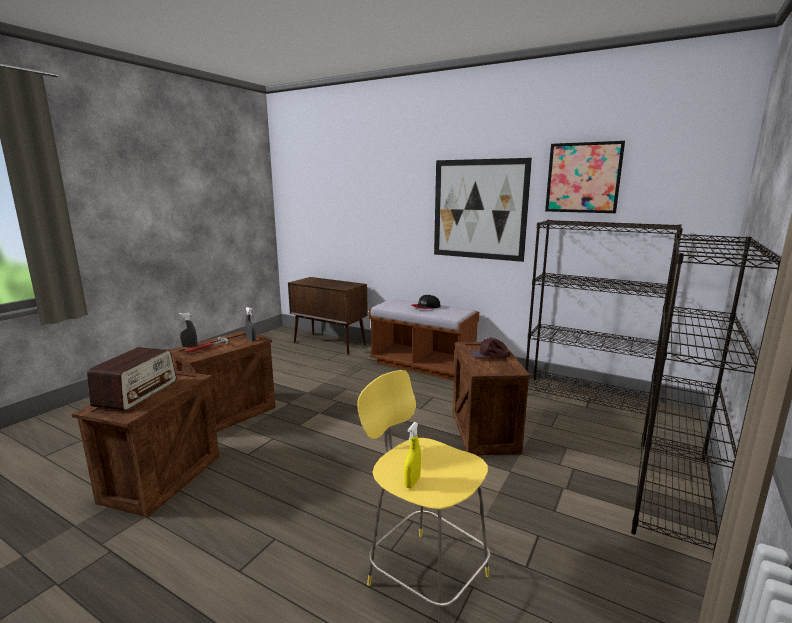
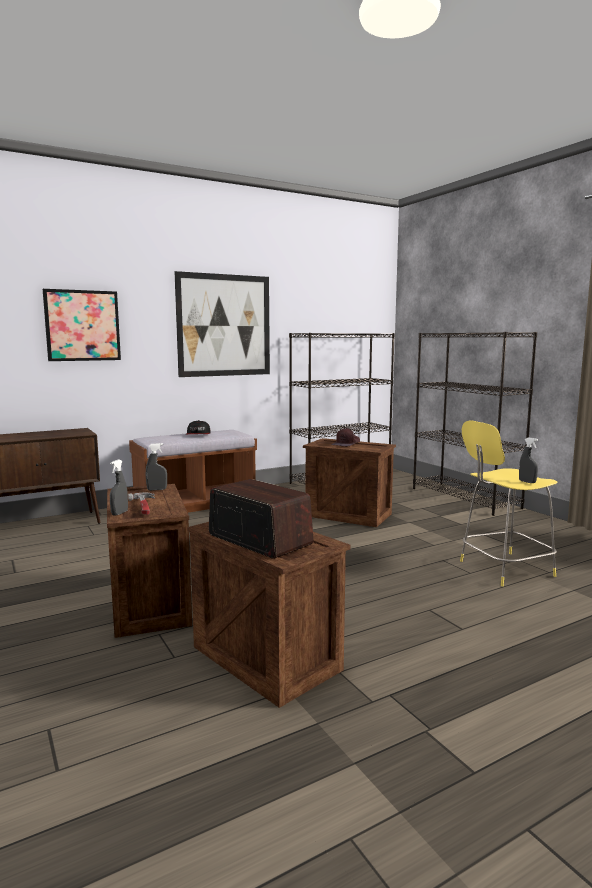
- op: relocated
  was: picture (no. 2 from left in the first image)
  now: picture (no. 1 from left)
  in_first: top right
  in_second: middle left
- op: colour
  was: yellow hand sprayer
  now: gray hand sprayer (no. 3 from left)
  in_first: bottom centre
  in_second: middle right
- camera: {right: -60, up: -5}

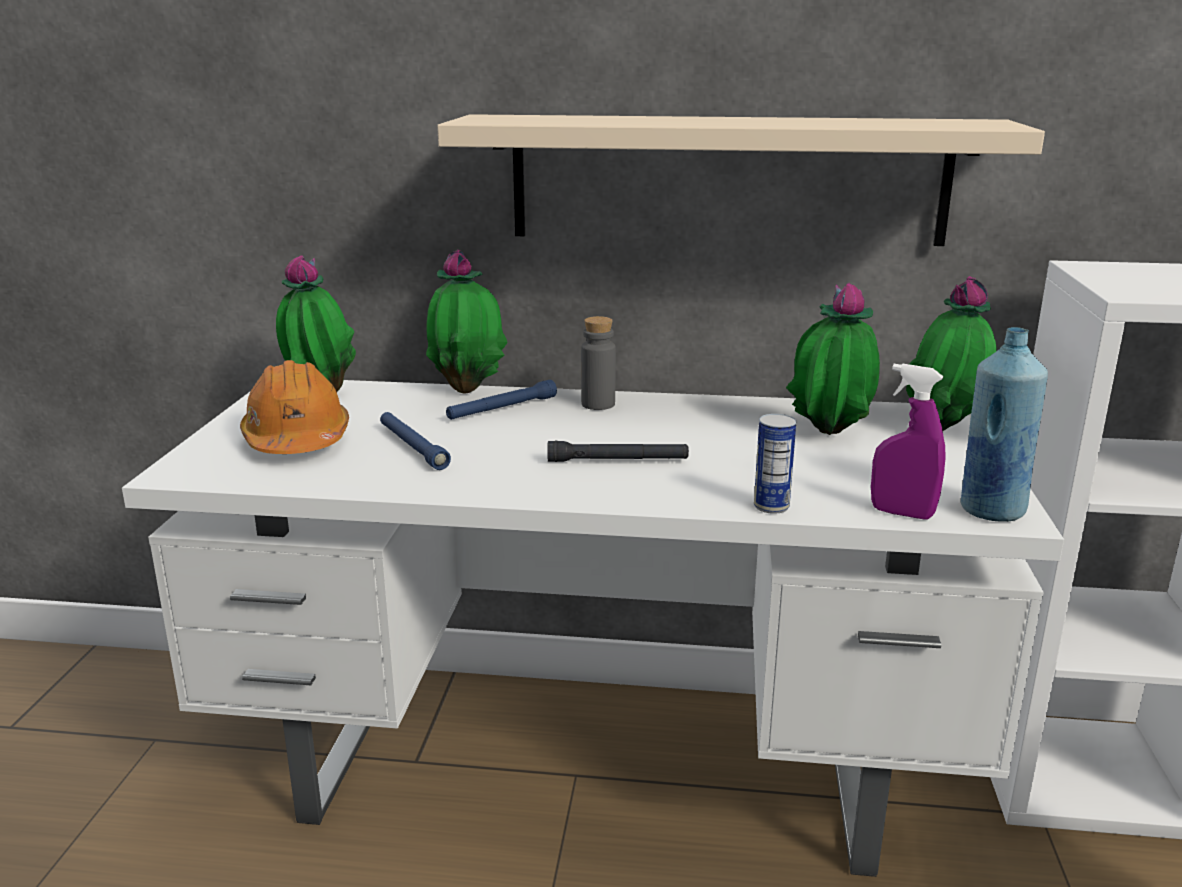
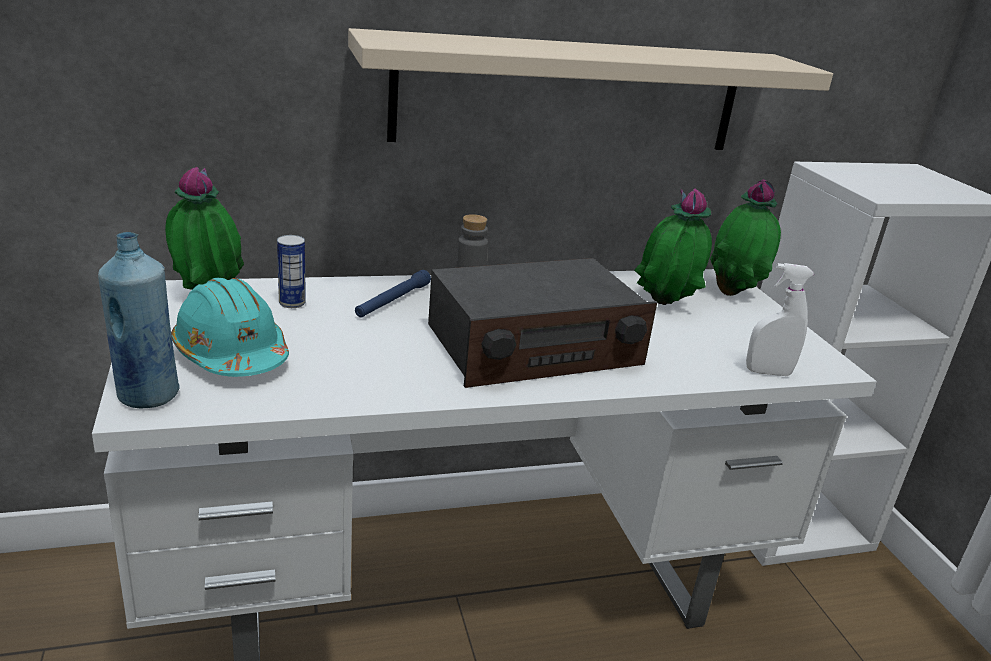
- op: missing
  was: potted plant (no. 2 from left)
  in_first: centre
- op: relocated
  was: blue beverage bottle
  in_first: middle right
  in_second: middle left
- op: colour
  was: orange-coloured hard hat
  now: turquoise-coloured hard hat
  in_first: middle left
  in_second: middle left
- op: colour
  was: purple-coloured hand sprayer
  now: white hand sprayer
  in_first: middle right
  in_second: middle right
- op: missing
  was: blue torch (no. 1 from left)
  in_first: centre
- op: relocated
  was: metal can
  in_first: centre
  in_second: middle left
- op: exchanged
  was: black torch
  now: radio set
  in_first: centre
  in_second: centre
- camera: {right: -25, up: 5}

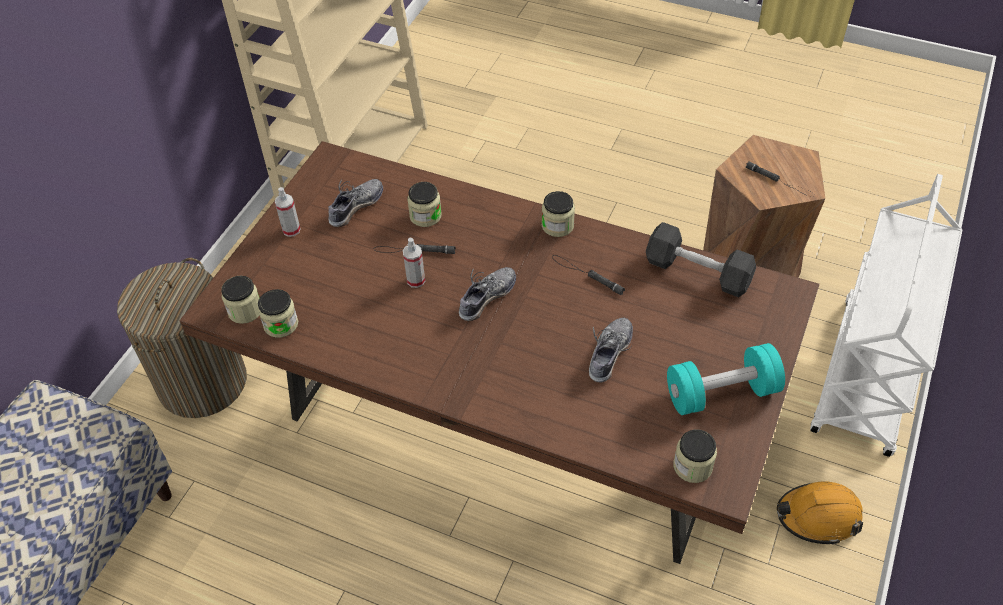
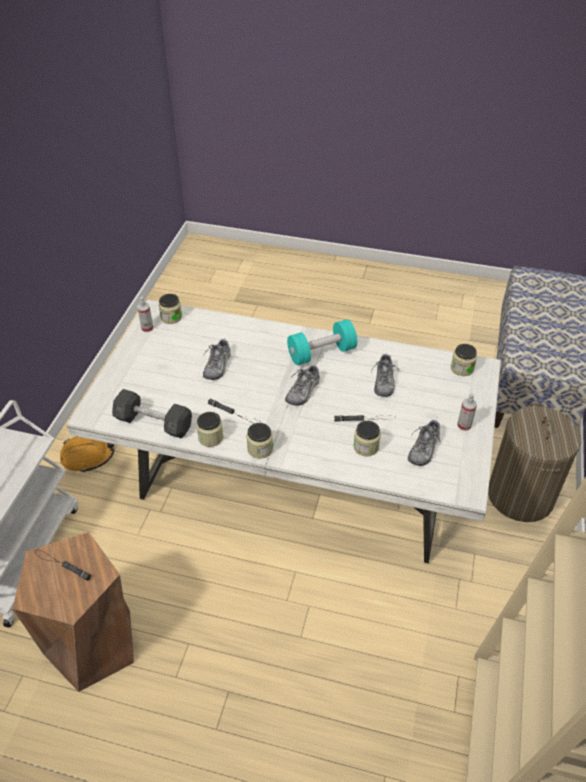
- op: colour
  was: brownish kitchen table
  now: white kitchen table
  in_first: centre
  in_second: centre
- op: relocated
  was: hand sprayer (no. 2 from left in the first image)
  now: hand sprayer (no. 1 from left)
  in_first: centre
  in_second: middle left
- op: relocated
  was: preserve jar (no. 2 from left)
  in_first: middle left
  in_second: centre
- op: relocated
  was: turquoise-coloured hand weight
  in_first: middle right
  in_second: centre
- op: appeared
  now: item of footwear (no. 3 from left)
  in_second: centre
- camera: {right: 170, up: -5}

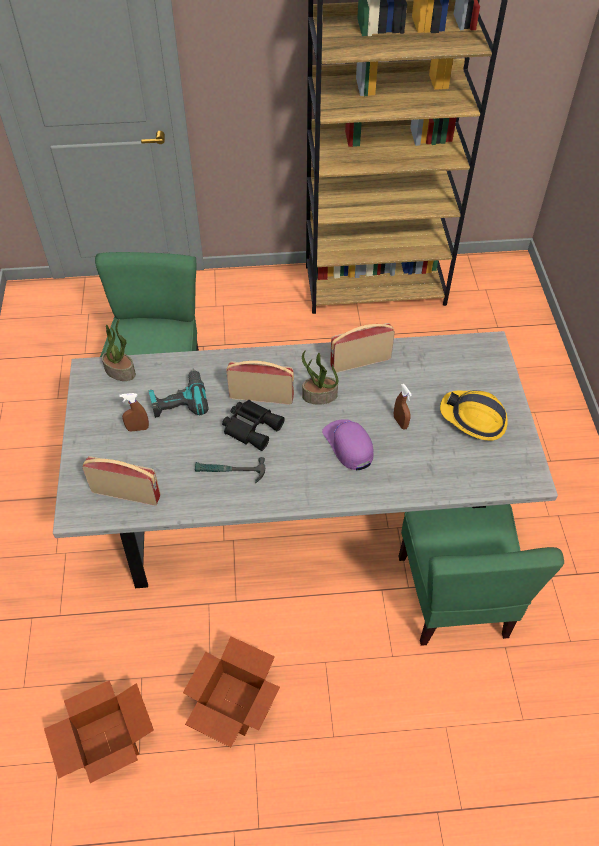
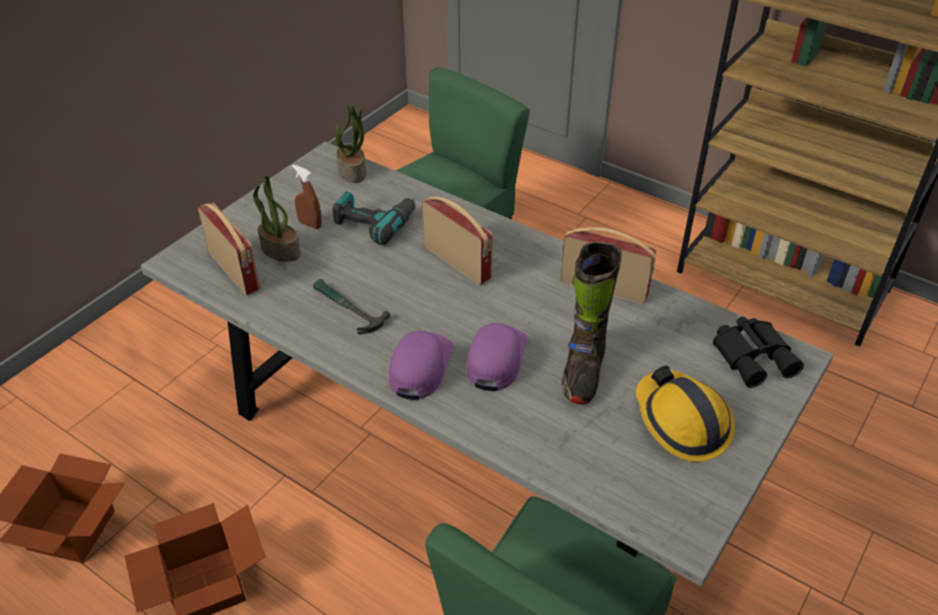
- op: relocated
  was: potted plant (no. 2 from left in the first image)
  now: potted plant (no. 1 from left)
  in_first: centre
  in_second: middle left
- op: exchanged
  was: brownish hand sprayer (no. 2 from left)
  now: black high-top boot
  in_first: middle right
  in_second: centre
- op: relocated
  was: black binoculars
  in_first: centre
  in_second: middle right
- op: appeared
  now: purple-coloured peaked cap (no. 1 from left)
  in_second: centre
- camera: {right: 40, up: -10}

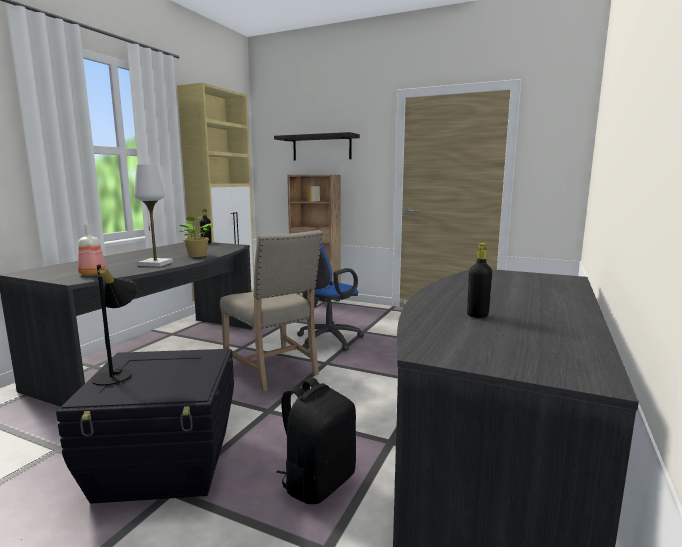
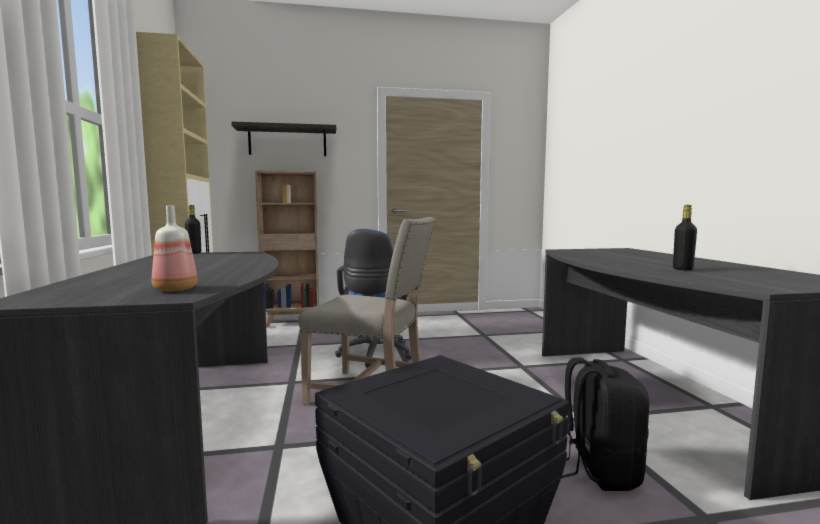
- op: missing
  was: white table lamp
  in_first: middle left
- op: missing
  was: potted plant
  in_first: middle left
- op: missing
  was: black table lamp
  in_first: middle left
- camera: {right: -35, up: -5}

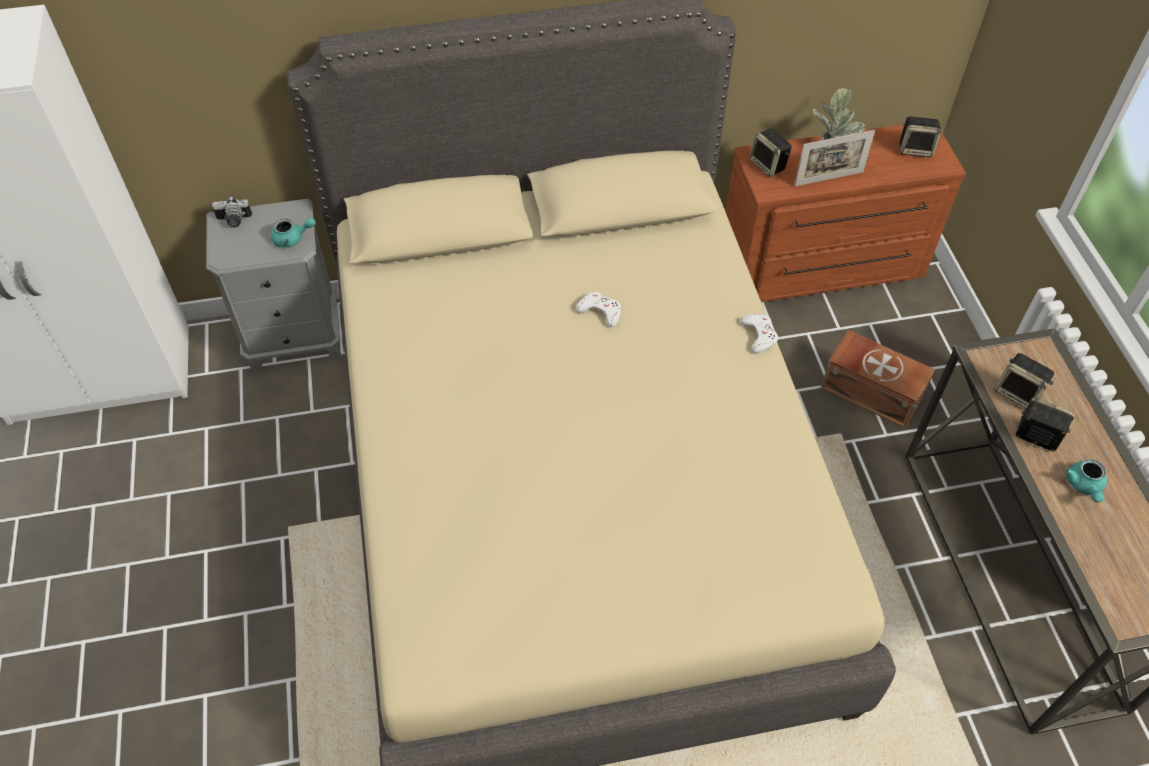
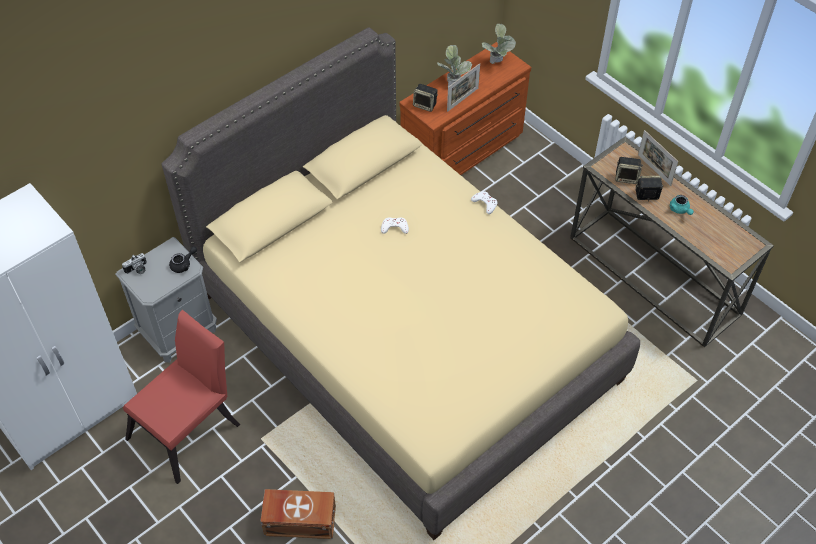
- op: exchanged
  was: speaker (no. 2 from left)
  now: potted plant (no. 2 from left)
  in_first: top right
  in_second: top centre
- op: colour
  was: turquoise-coloured teapot (no. 1 from left)
  now: black teapot
  in_first: top left
  in_second: middle left
- op: relocated
  was: brownish storage bin
  in_first: middle right
  in_second: bottom centre
- op: appeared
  now: picture frame (no. 2 from left)
  in_second: top right
- op: appeared
  now: red chair
  in_second: bottom left
- camera: {right: -30, up: 0}

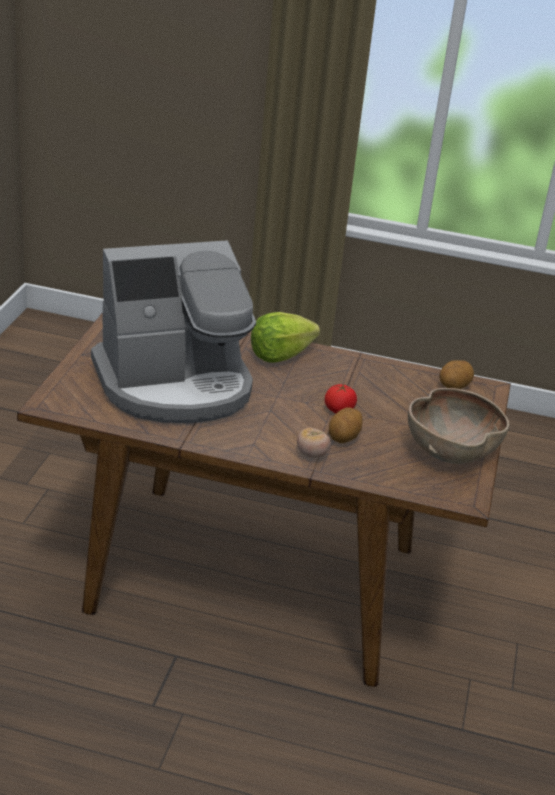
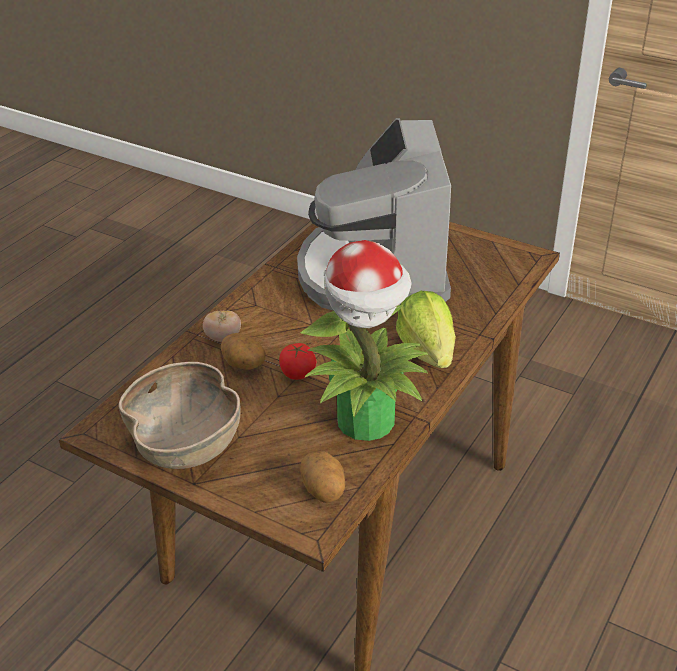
- op: appeared
  now: potted plant
  in_second: centre
- camera: {right: 110, up: 5}

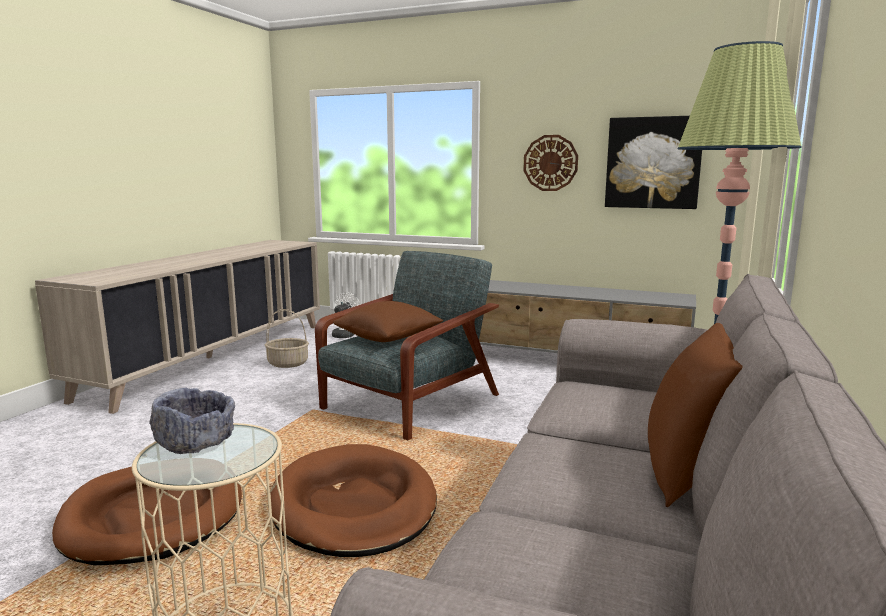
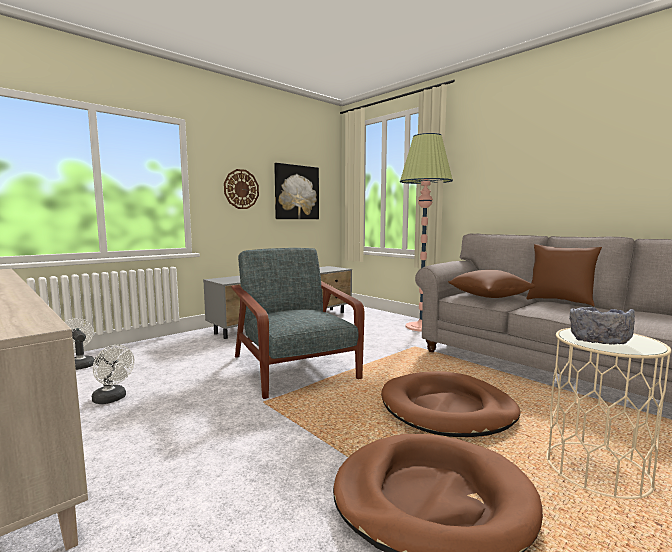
- op: relocated
  was: brownish cushion (no. 1 from left)
  in_first: centre
  in_second: middle right
- op: exchanged
  was: basket
  now: white fan (no. 2 from left)
  in_first: middle left
  in_second: bottom left
- camera: {right: -65, up: -5}

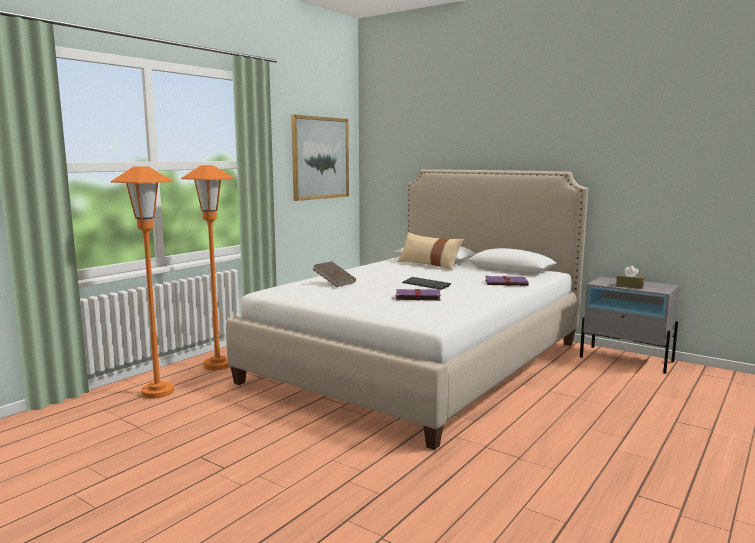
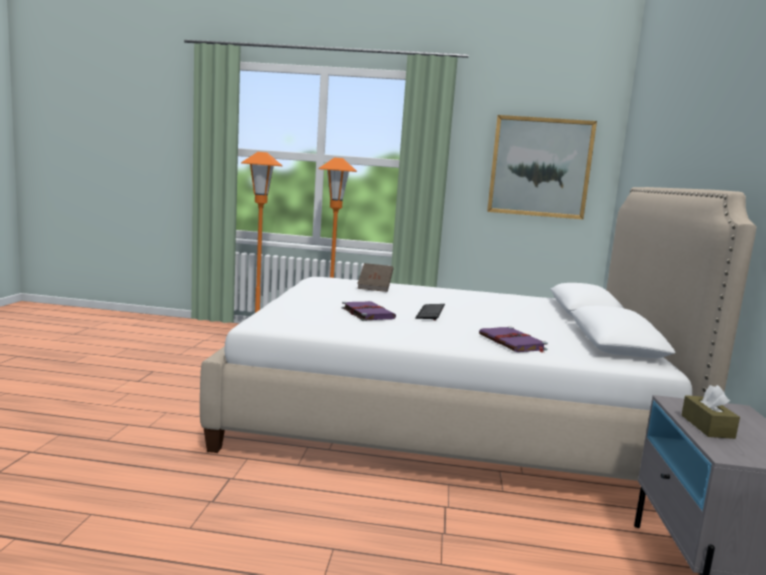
- op: missing
  was: sand-coloured cushion
  in_first: centre
- camera: {right: 60, up: 0}

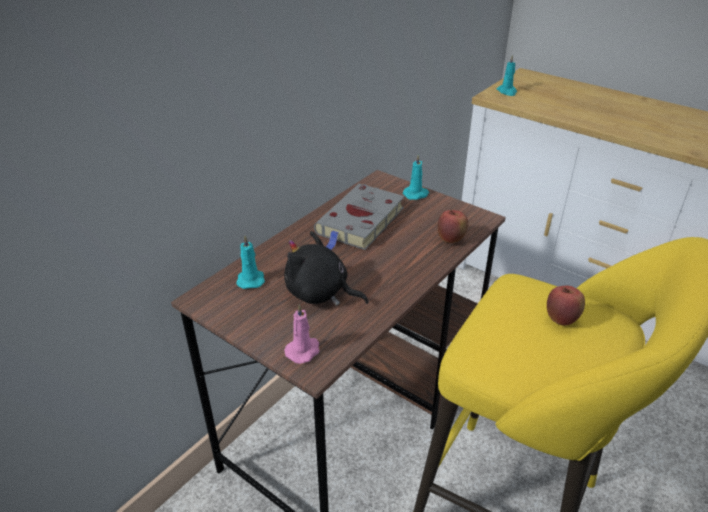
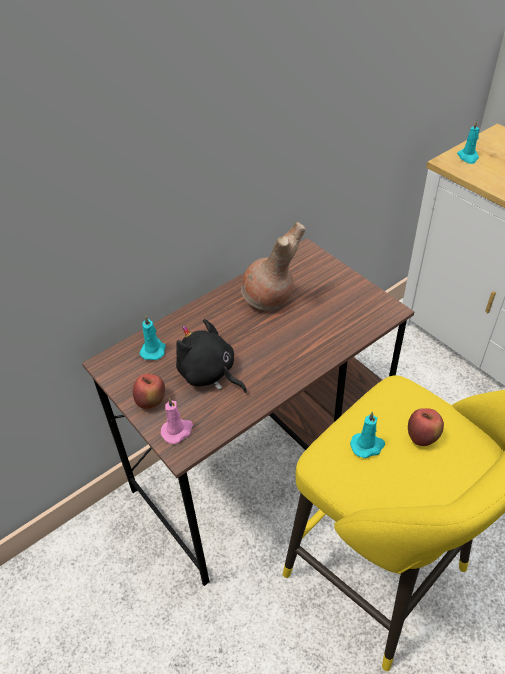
- op: relocated
  was: turquoise-coloured wax candle (no. 2 from left)
  in_first: centre
  in_second: middle right
- op: exchanged
  was: gray book
  now: brownish flower vase
  in_first: centre
  in_second: centre
- op: relocated
  was: apple (no. 1 from left)
  in_first: centre
  in_second: middle left
- camera: {right: 15, up: 10}

